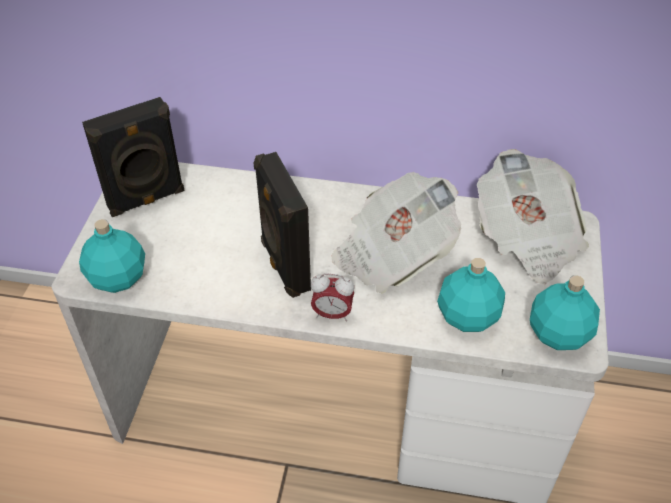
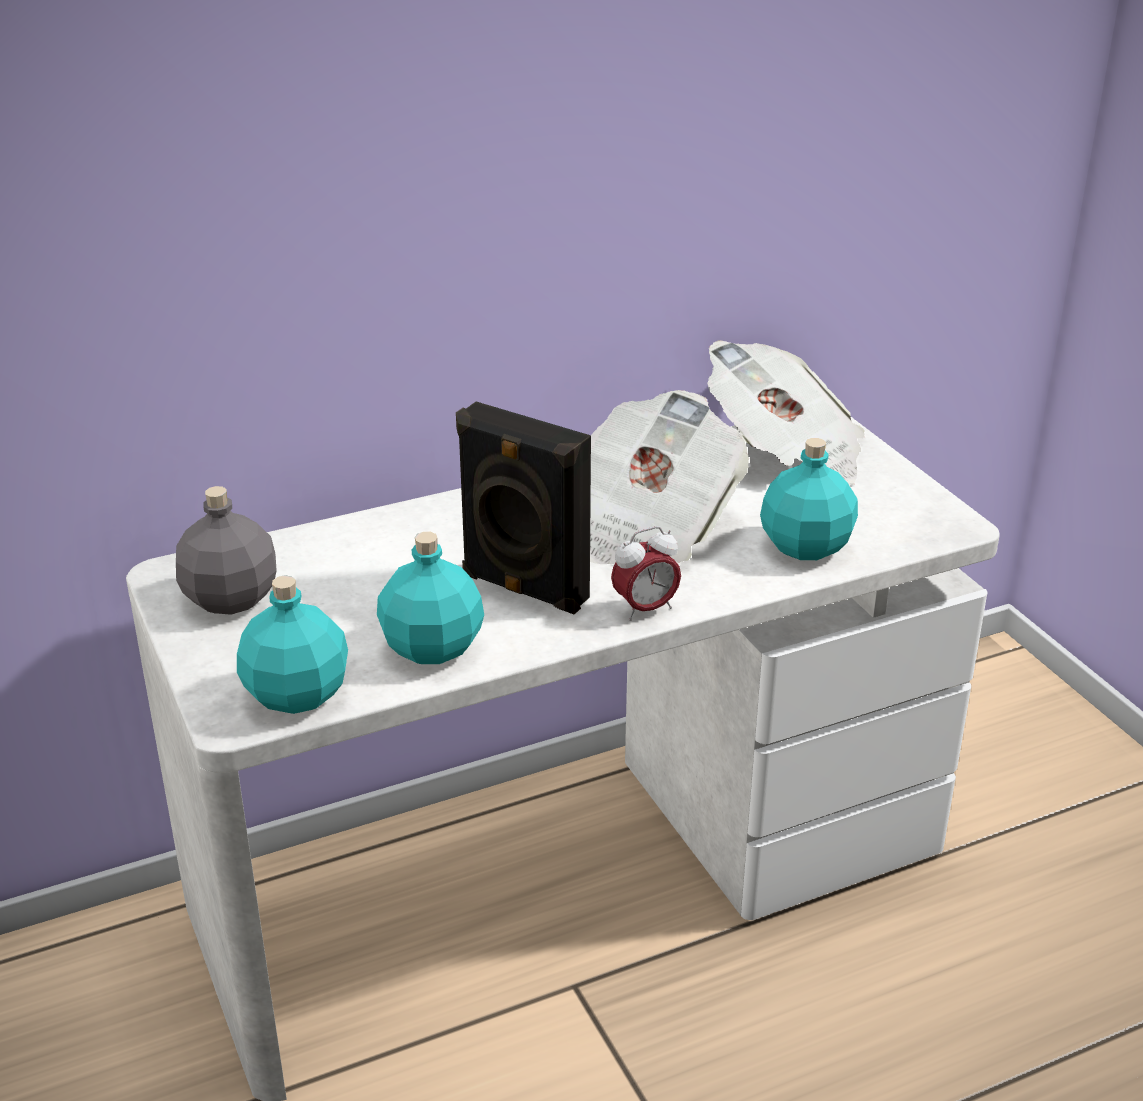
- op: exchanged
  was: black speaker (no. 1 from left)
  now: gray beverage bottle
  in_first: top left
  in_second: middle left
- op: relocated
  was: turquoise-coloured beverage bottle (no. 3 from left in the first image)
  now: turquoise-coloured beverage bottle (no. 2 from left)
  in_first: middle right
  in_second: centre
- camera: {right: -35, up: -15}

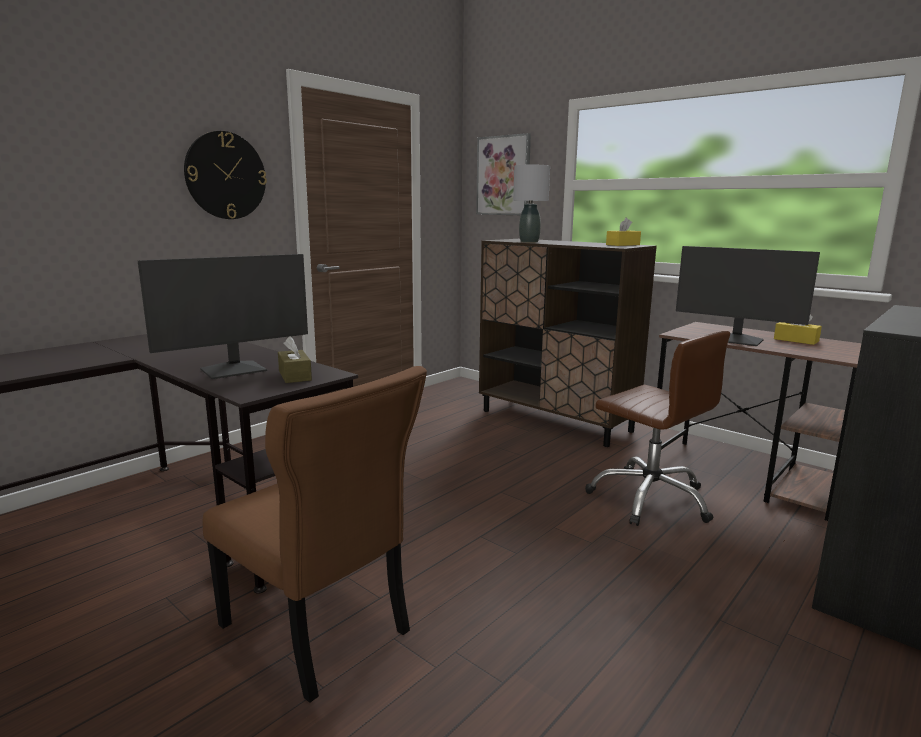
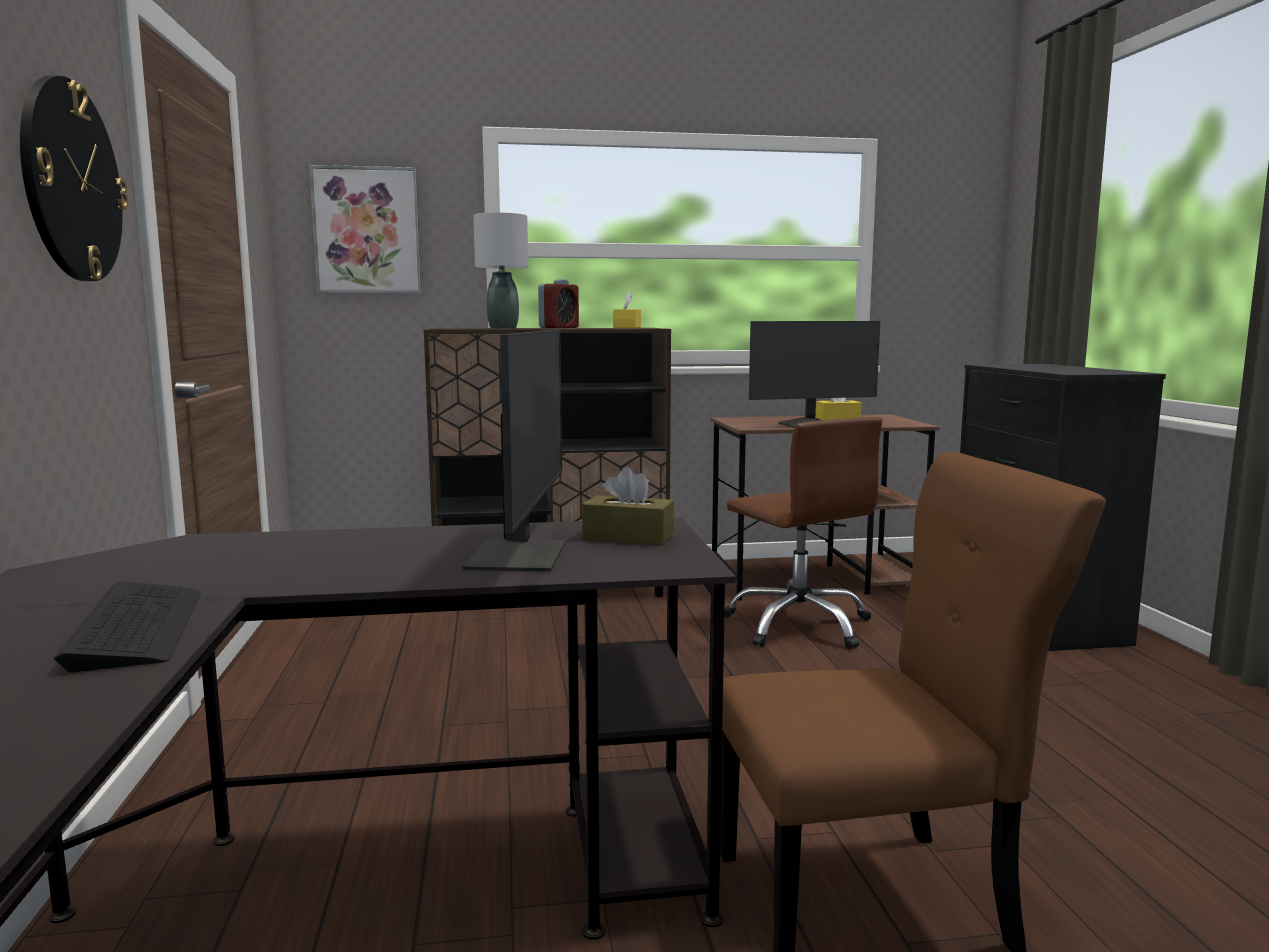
- op: spun
  was: brownish computer chair
  in_first: middle right
  in_second: centre
  clockwise: 60
- op: appeared
  now: bedside clock
  in_second: top centre
- op: appeared
  now: computer keyboard
  in_second: middle left
- camera: {right: -50, up: -5}

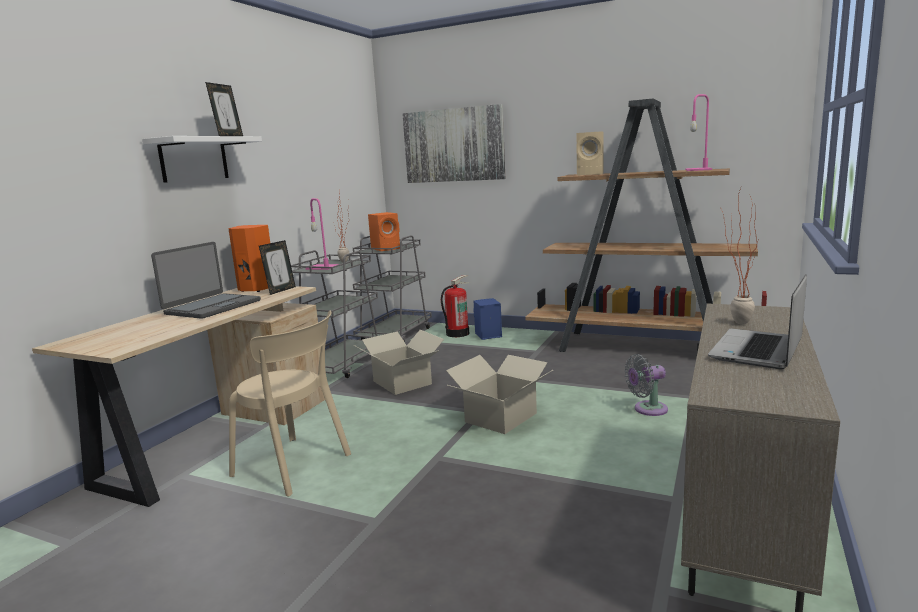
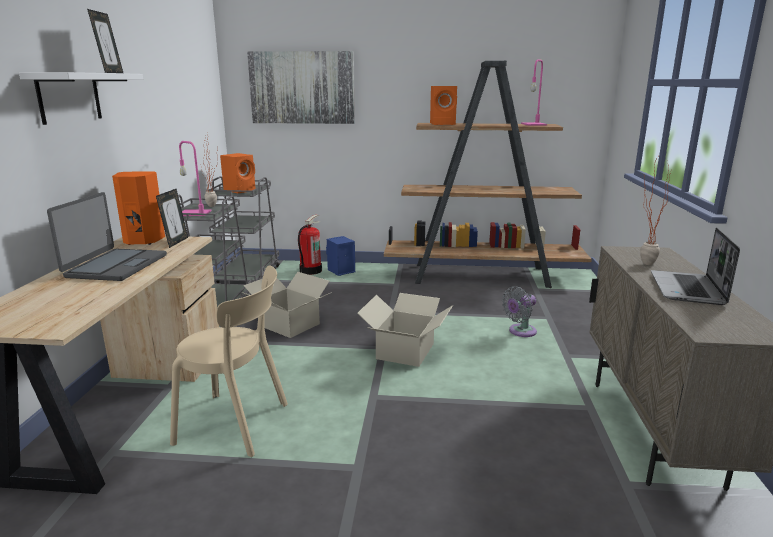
- op: colour
  was: sand-coloured speaker
  now: orange-coloured speaker (no. 3 from left)
  in_first: top centre
  in_second: top centre
- camera: {right: -20, up: 5}

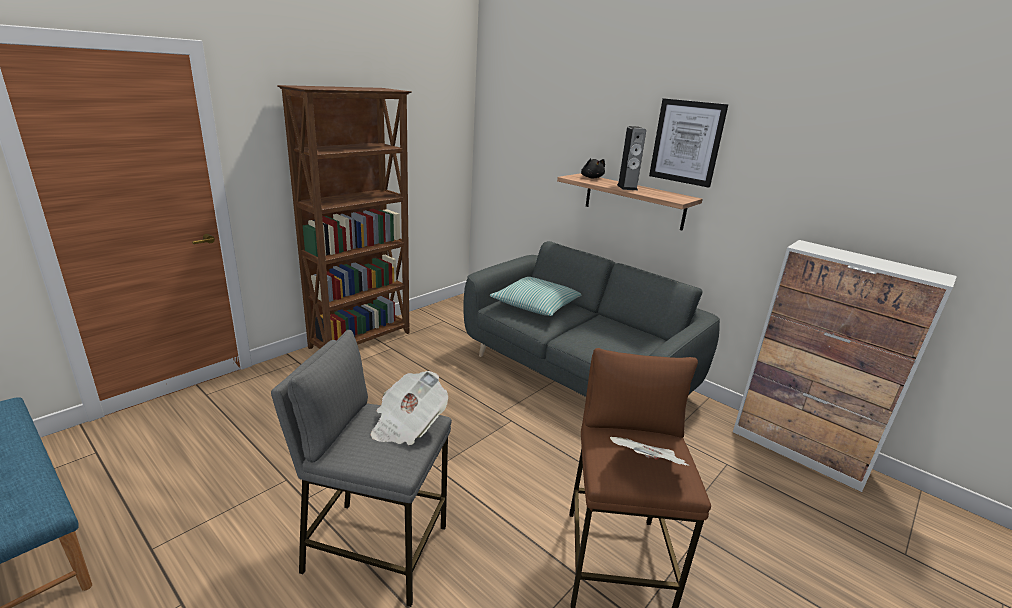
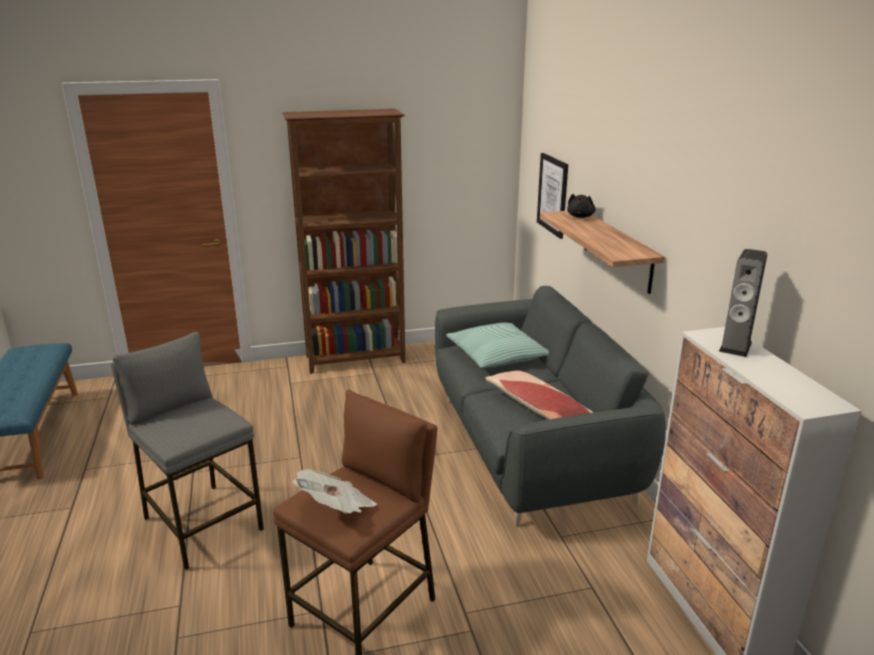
- op: relocated
  was: picture
  in_first: top right
  in_second: top centre
- op: relocated
  was: speaker
  in_first: top centre
  in_second: middle right
- op: missing
  was: printed paper (no. 1 from left)
  in_first: bottom centre
- op: appeared
  now: cushion (no. 2 from left)
  in_second: centre
- camera: {right: 35, up: 0}

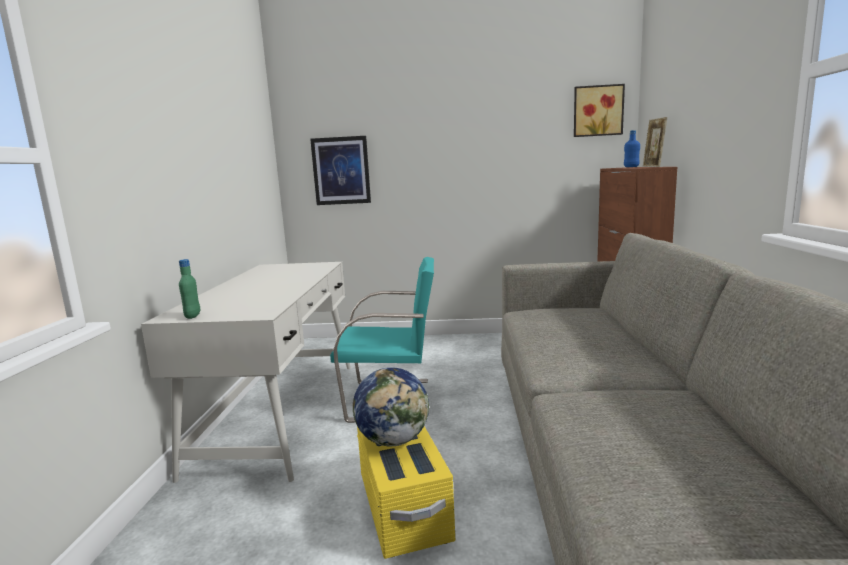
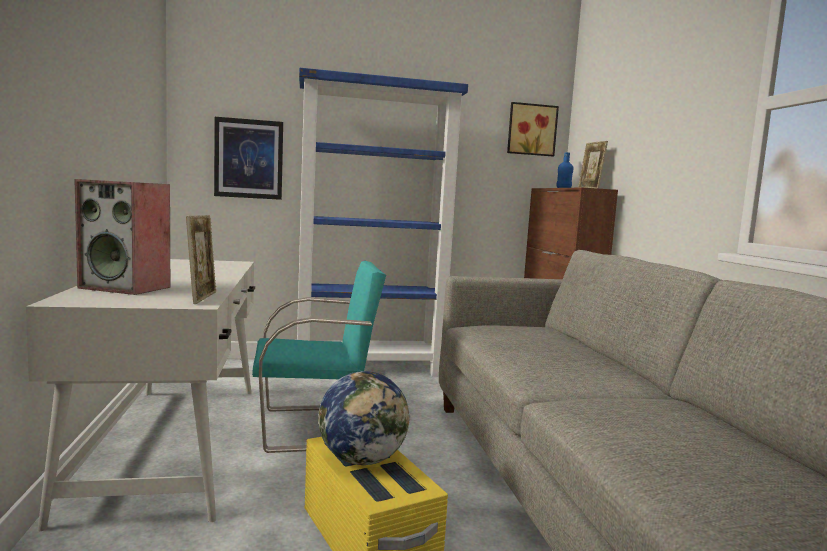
- op: missing
  was: green-coloured beverage bottle
  in_first: middle left
- op: appeared
  now: blue shelving unit
  in_second: centre
- op: appeared
  now: speaker
  in_second: middle left
- op: appeared
  now: picture frame (no. 1 from left)
  in_second: middle left
- camera: {right: -15, up: -5}

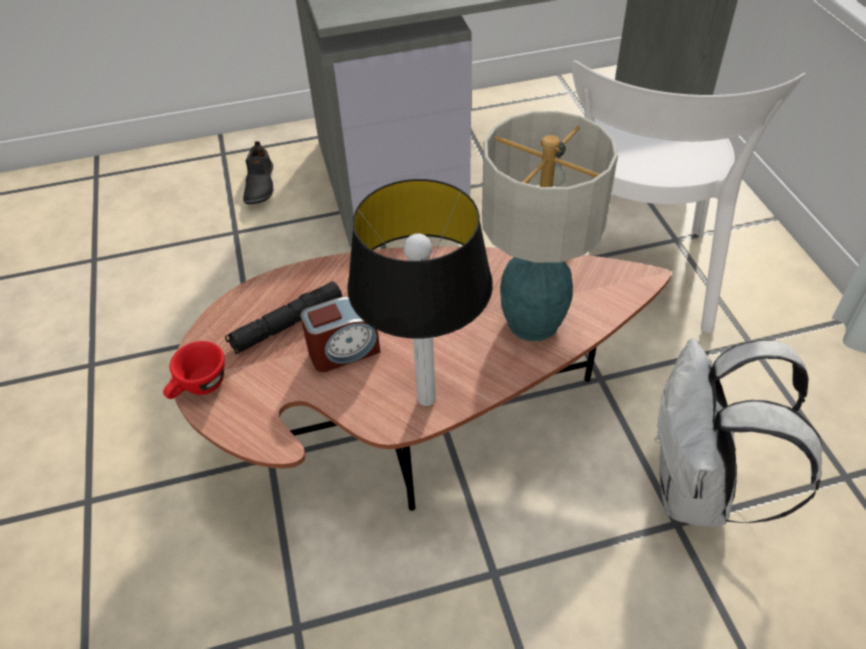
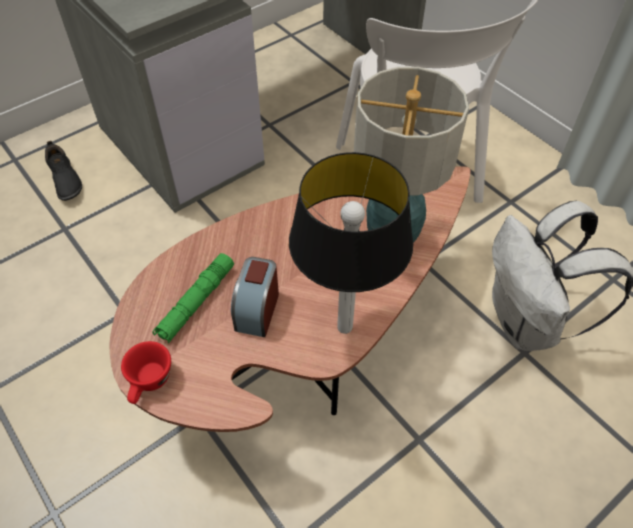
- op: colour
  was: black torch
  now: green-coloured torch
  in_first: middle left
  in_second: middle left
- op: spun
  was: bedside clock
  in_first: centre
  in_second: centre
  clockwise: 150
- camera: {right: -25, up: 5}

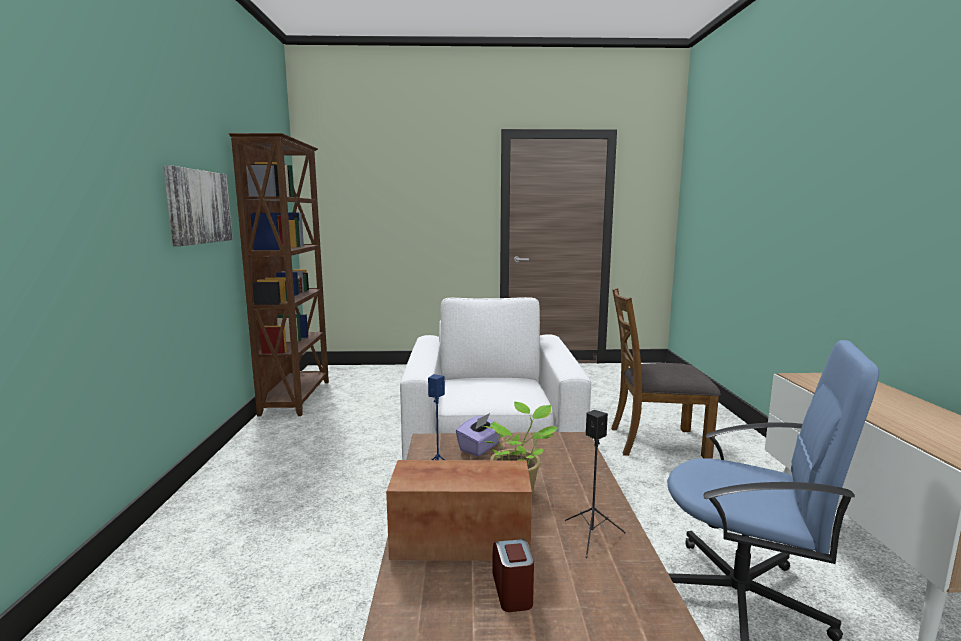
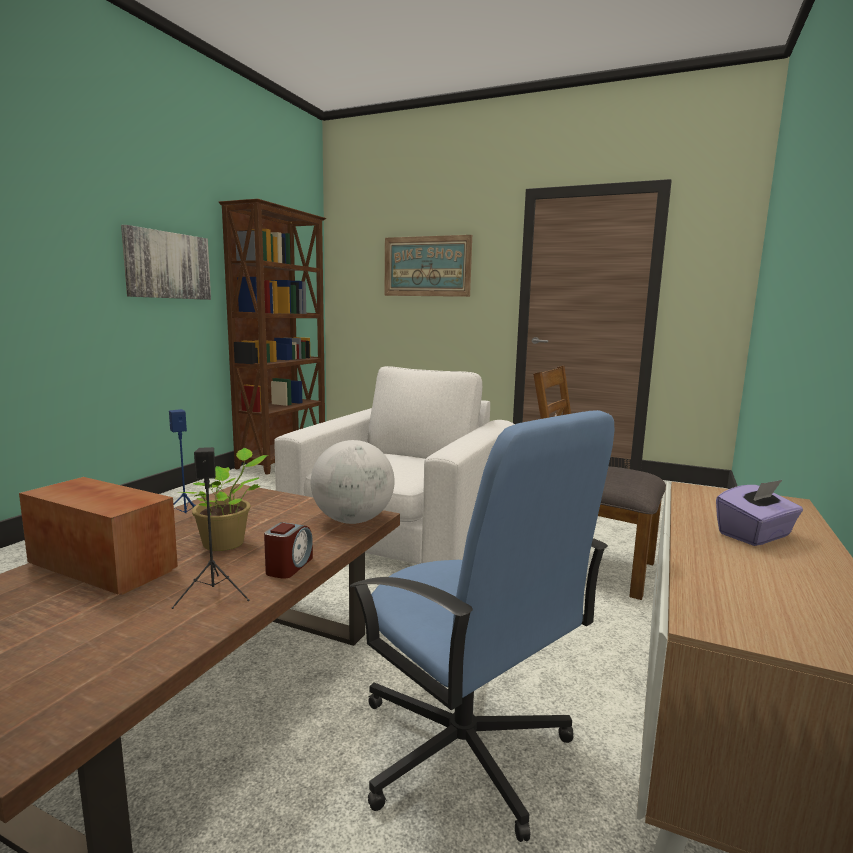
- op: relocated
  was: purple-coloured box of tissues
  in_first: bottom centre
  in_second: middle right
- op: relocated
  was: bedside clock
  in_first: bottom centre
  in_second: centre
- op: appeared
  now: picture (no. 2 from left)
  in_second: top centre
- op: appeared
  now: globe
  in_second: centre
- camera: {right: 25, up: 0}

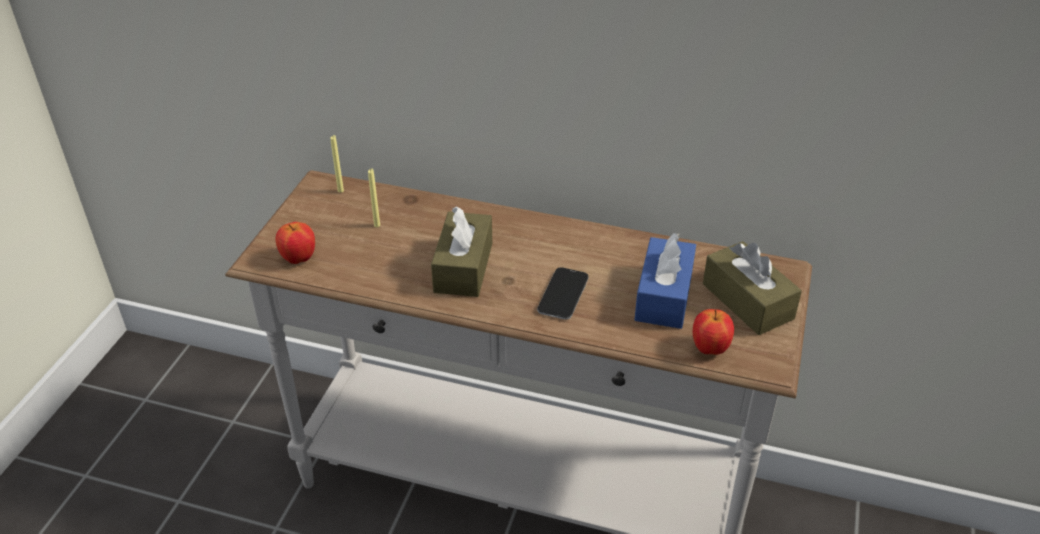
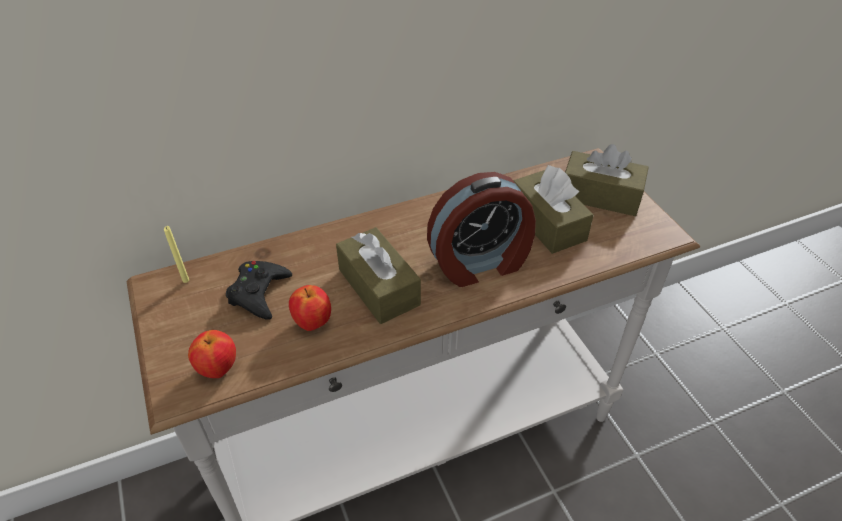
- op: exchanged
  was: yellow wax candle (no. 2 from left)
  now: black game controller
  in_first: centre
  in_second: middle left
- op: colour
  was: blue box of tissues
  now: brownish box of tissues (no. 2 from left)
  in_first: centre
  in_second: centre
- op: exchanged
  was: telephone
  now: bedside clock
  in_first: centre
  in_second: centre
- op: relocated
  was: apple (no. 2 from left)
  in_first: middle right
  in_second: centre
- camera: {right: -40, up: 5}

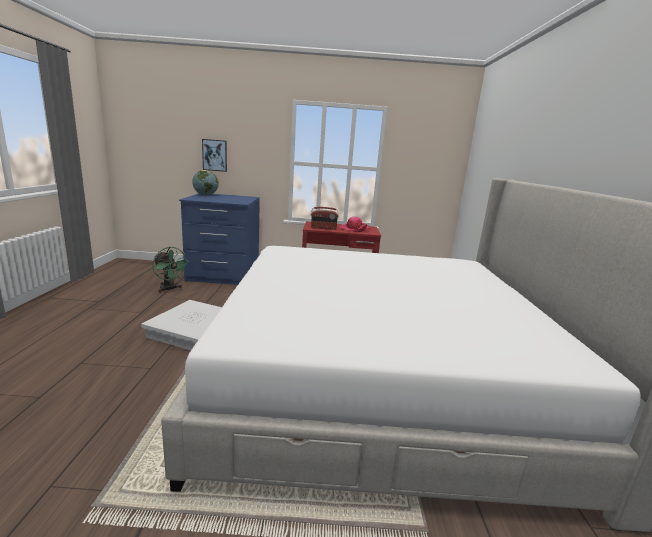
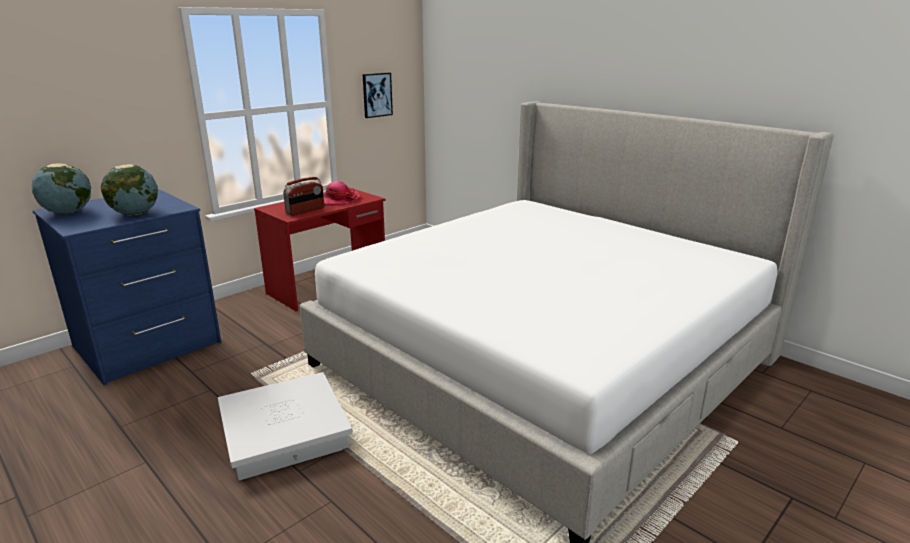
- op: relocated
  was: picture
  in_first: top left
  in_second: top centre
- op: missing
  was: green-coloured fan
  in_first: middle left
- op: appeared
  now: globe (no. 2 from left)
  in_second: middle left
- camera: {right: -45, up: 5}

